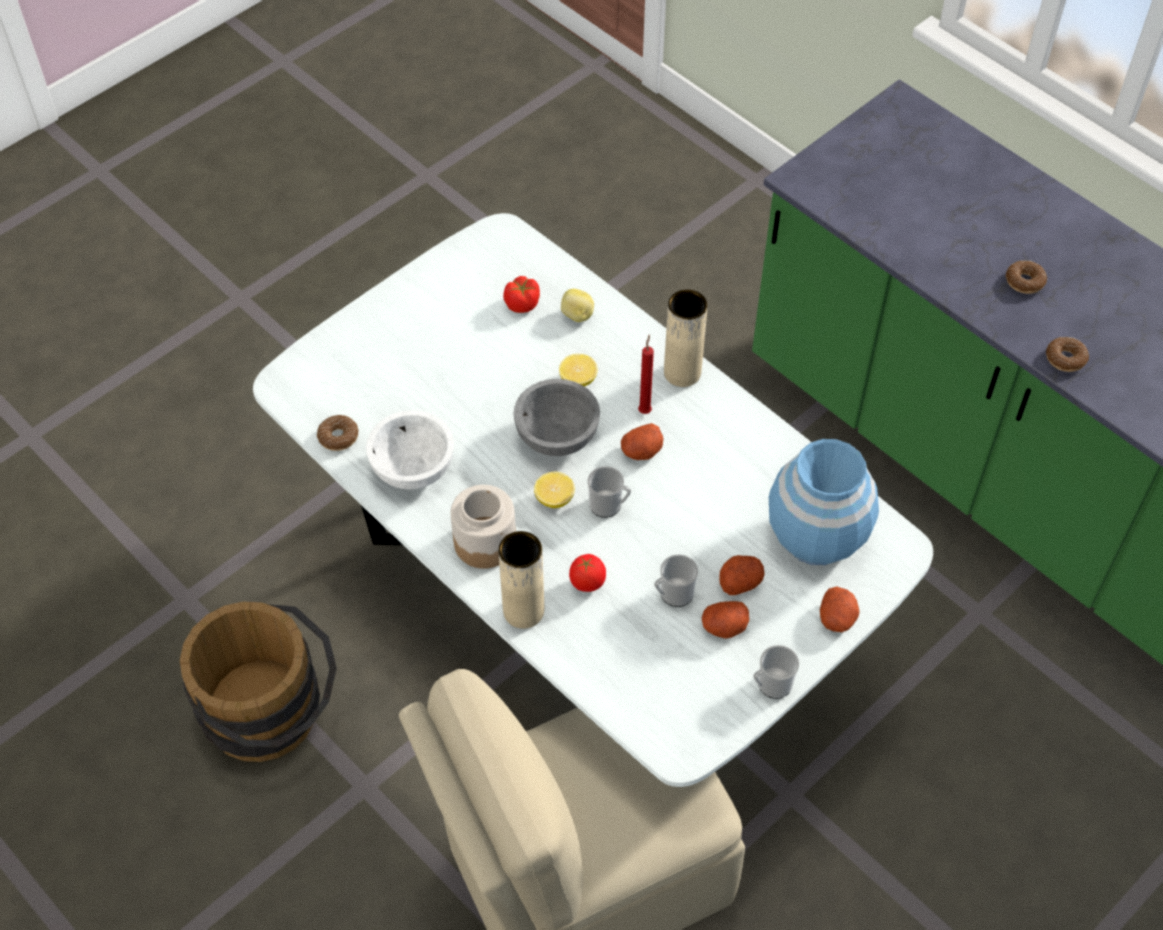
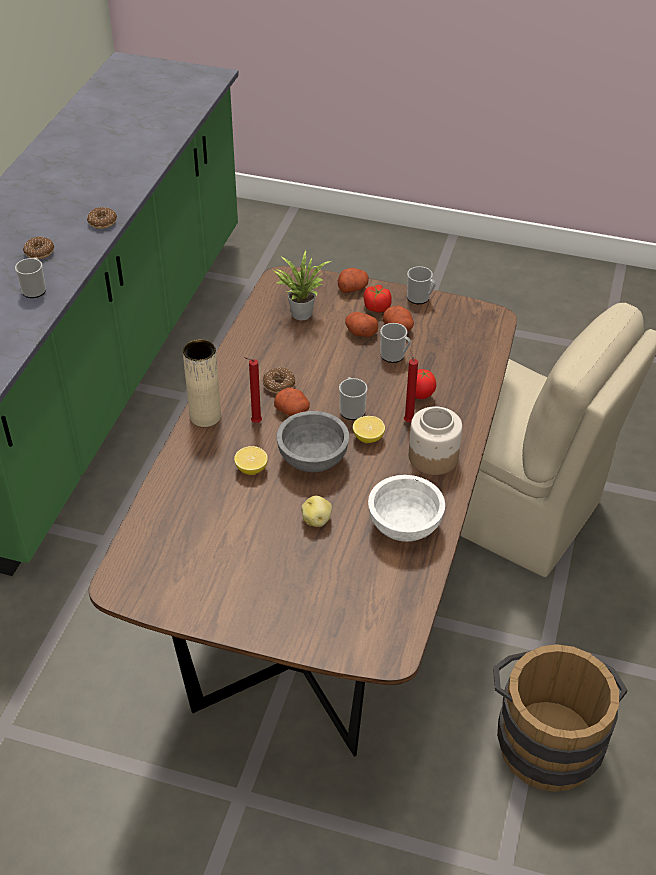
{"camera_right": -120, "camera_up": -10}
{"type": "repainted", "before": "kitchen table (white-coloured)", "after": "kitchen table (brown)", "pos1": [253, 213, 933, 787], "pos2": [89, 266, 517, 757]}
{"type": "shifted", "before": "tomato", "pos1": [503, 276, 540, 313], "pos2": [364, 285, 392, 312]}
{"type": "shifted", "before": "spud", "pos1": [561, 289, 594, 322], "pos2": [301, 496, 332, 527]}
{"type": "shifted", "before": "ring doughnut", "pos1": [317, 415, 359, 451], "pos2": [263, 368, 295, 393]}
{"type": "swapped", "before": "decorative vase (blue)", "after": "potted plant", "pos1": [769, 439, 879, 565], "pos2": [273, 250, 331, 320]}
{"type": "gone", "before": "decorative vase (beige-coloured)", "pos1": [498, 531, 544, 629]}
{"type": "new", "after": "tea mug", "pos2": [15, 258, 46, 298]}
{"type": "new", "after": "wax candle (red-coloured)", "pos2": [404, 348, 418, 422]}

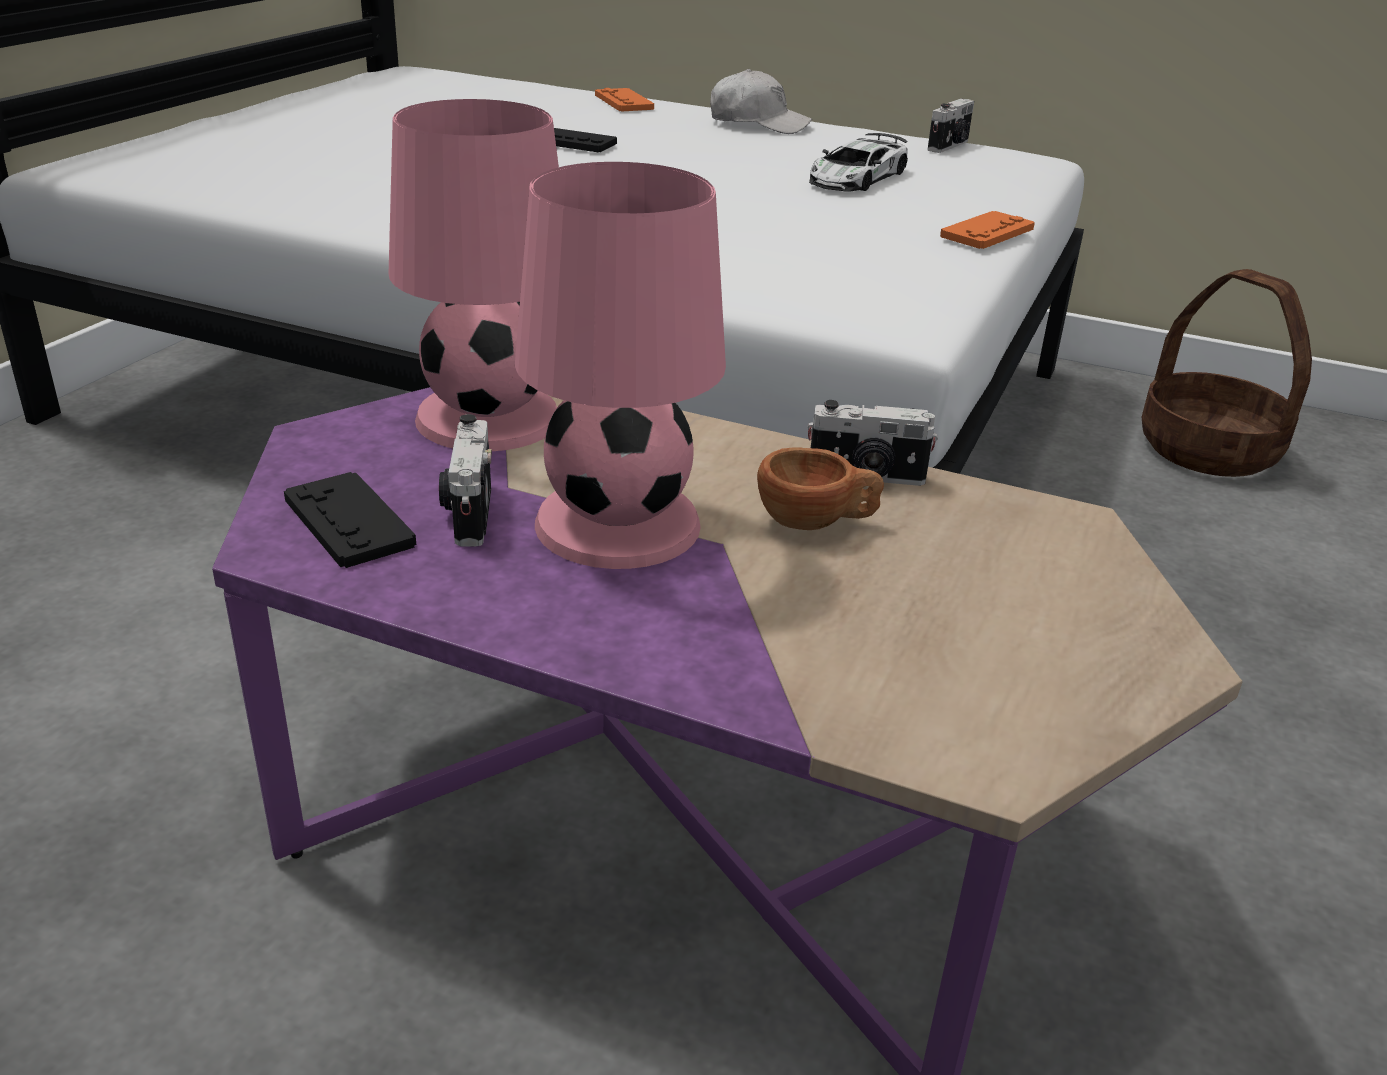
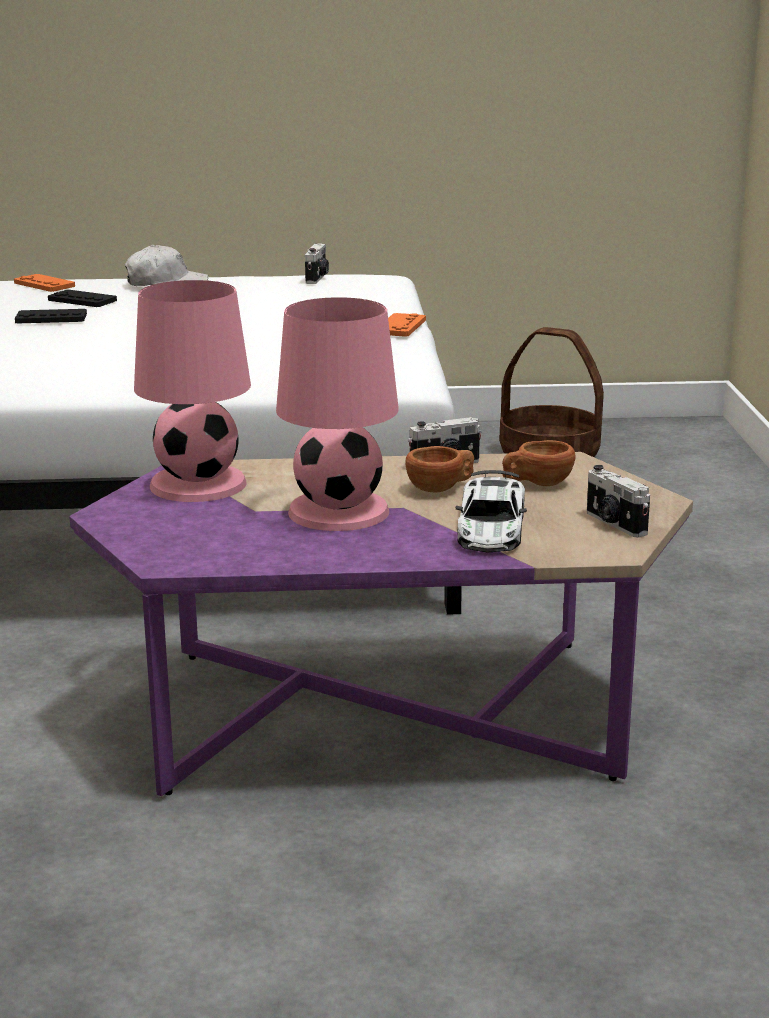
{"camera_right": -25, "camera_up": -10}
{"type": "shifted", "before": "miniature car", "pos1": [809, 133, 908, 192], "pos2": [455, 470, 527, 552]}
{"type": "shifted", "before": "still camera", "pos1": [439, 414, 492, 546], "pos2": [587, 465, 650, 537]}
{"type": "shifted", "before": "joypad (blackish)", "pos1": [284, 472, 416, 568], "pos2": [48, 290, 117, 307]}
{"type": "new", "after": "small cup (brown)", "pos2": [502, 440, 576, 486]}

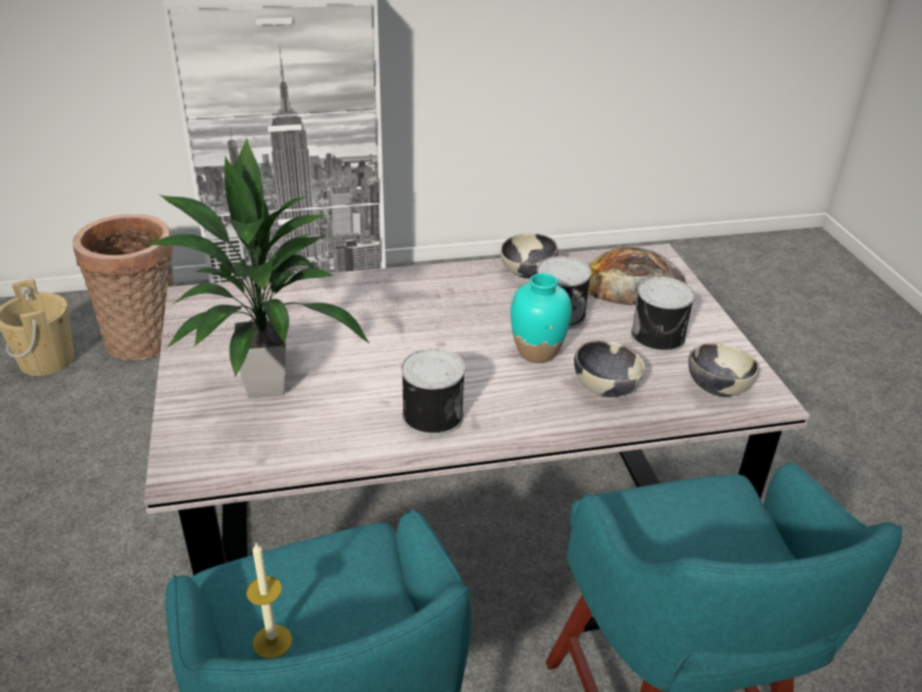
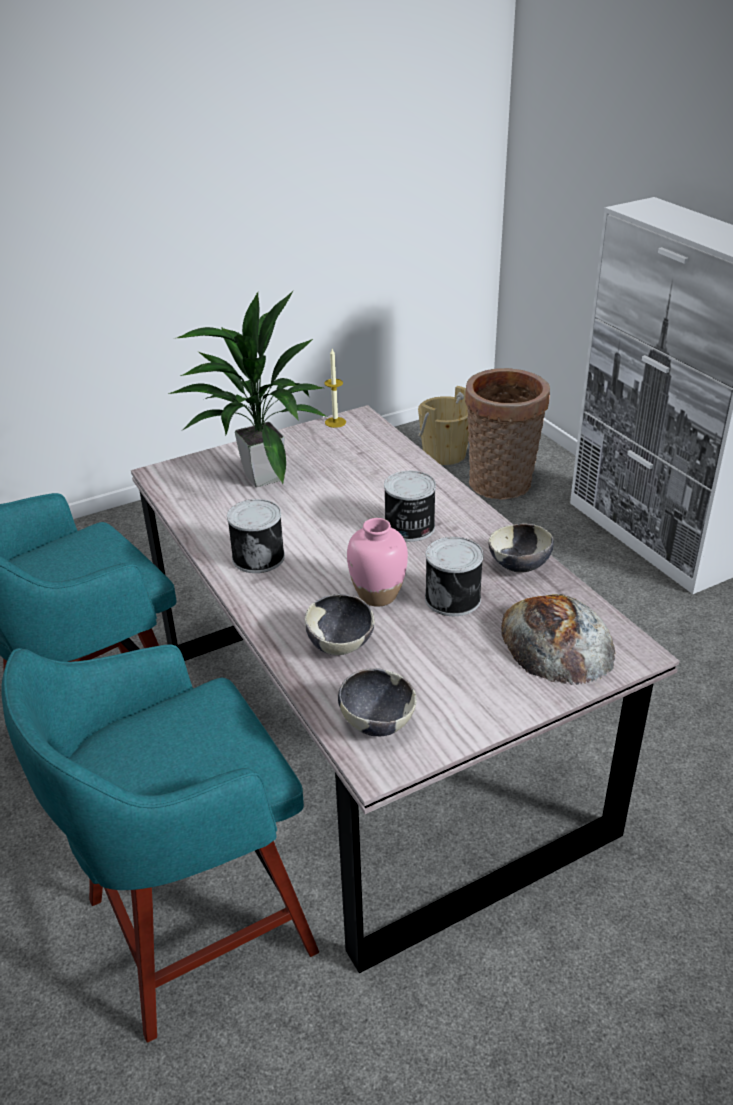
{"camera_right": 75, "camera_up": 0}
{"type": "repainted", "before": "decorative vase (turquoise-coloured)", "after": "decorative vase (pink)", "pos1": [510, 273, 572, 363], "pos2": [347, 518, 408, 607]}
{"type": "shifted", "before": "sealed can", "pos1": [631, 277, 695, 353], "pos2": [384, 471, 436, 542]}
{"type": "shifted", "before": "wax candle", "pos1": [246, 543, 292, 659], "pos2": [325, 349, 346, 428]}

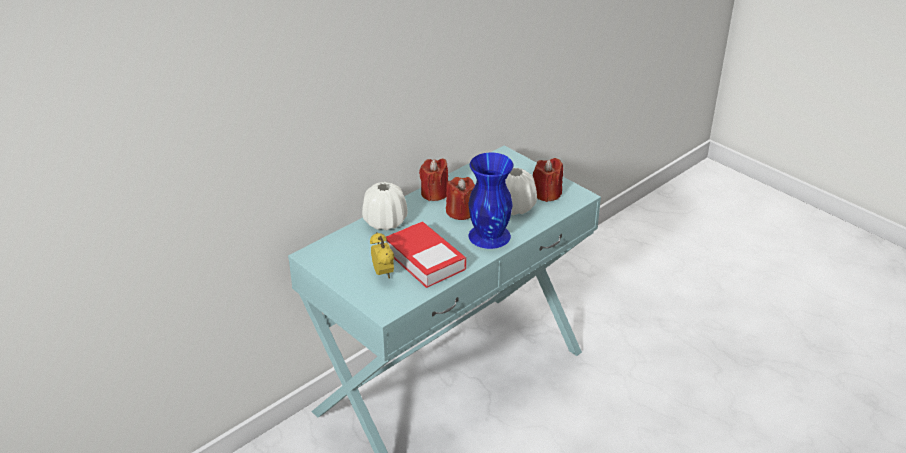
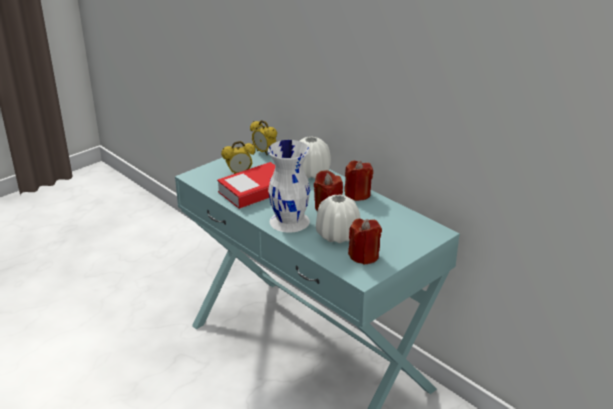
{"camera_right": 90, "camera_up": -5}
{"type": "repainted", "before": "decorative vase (blue)", "after": "decorative vase (white-coloured)", "pos1": [468, 153, 513, 249], "pos2": [268, 140, 310, 232]}
{"type": "new", "after": "alarm clock", "pos2": [250, 120, 277, 156]}

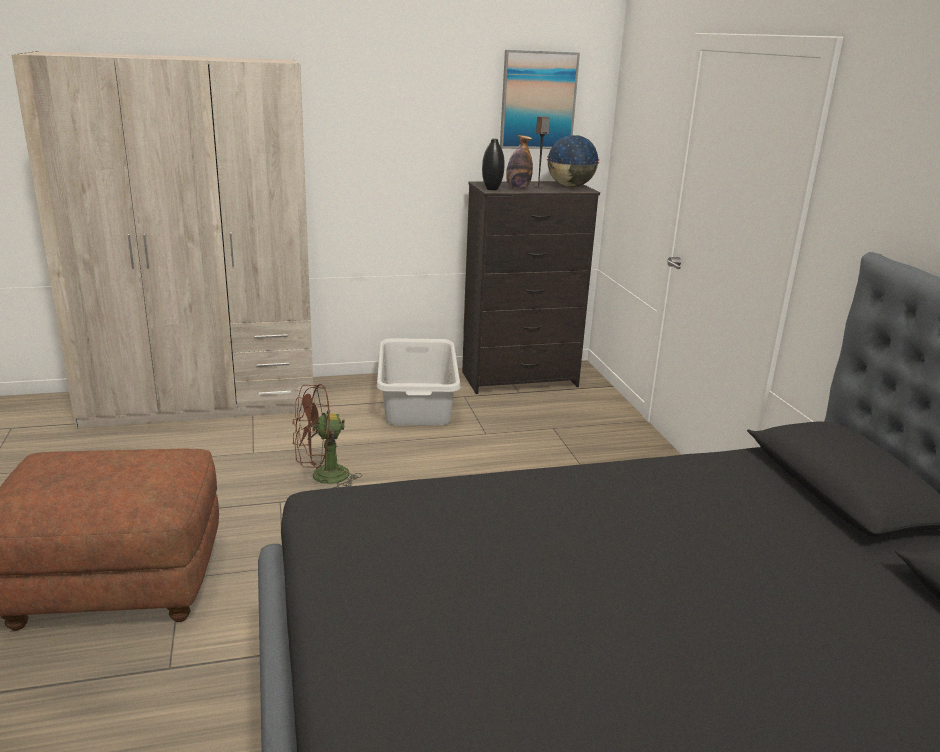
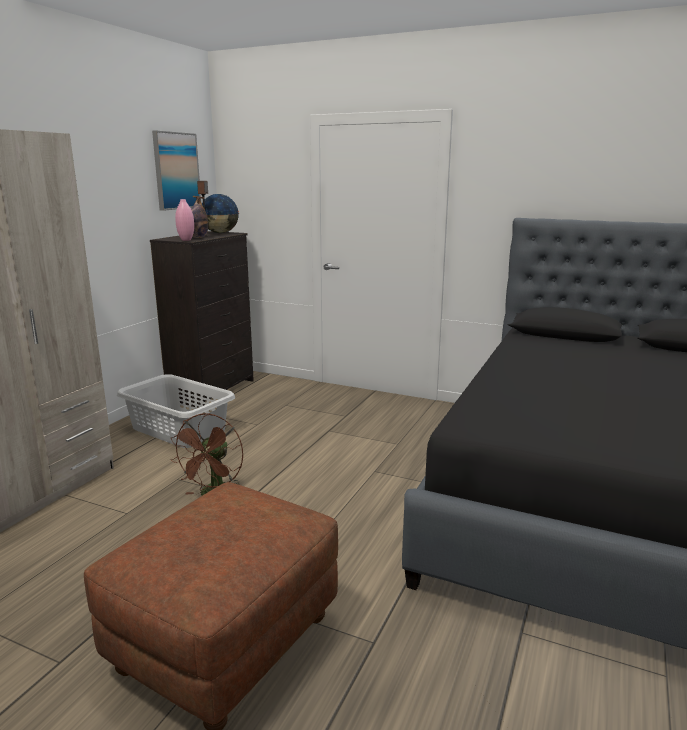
{"camera_right": -50, "camera_up": -5}
{"type": "repainted", "before": "decorative vase (blackish)", "after": "decorative vase (pink)", "pos1": [482, 139, 505, 190], "pos2": [175, 199, 194, 241]}

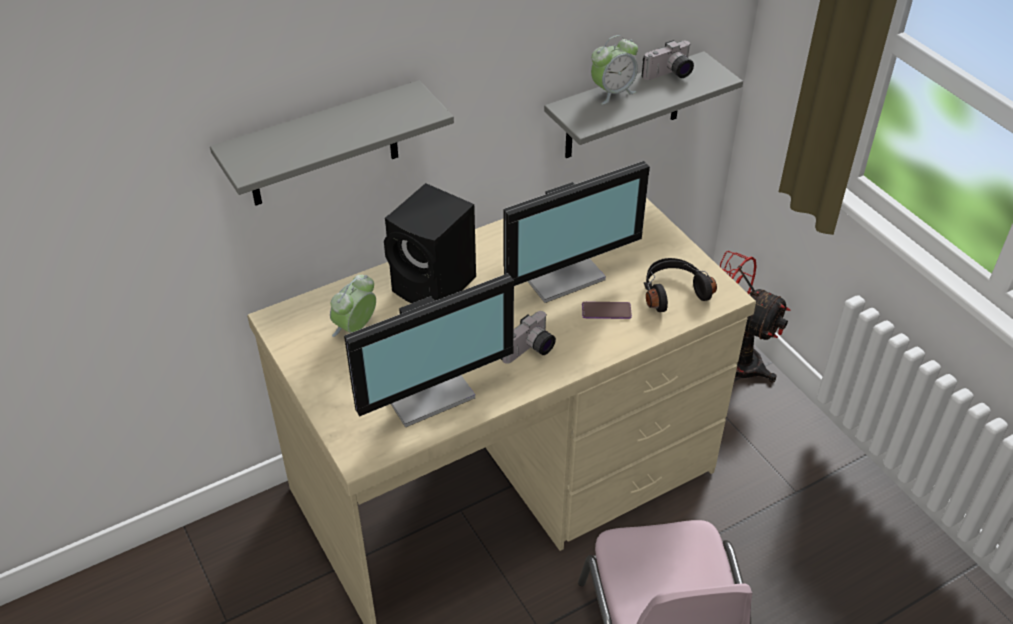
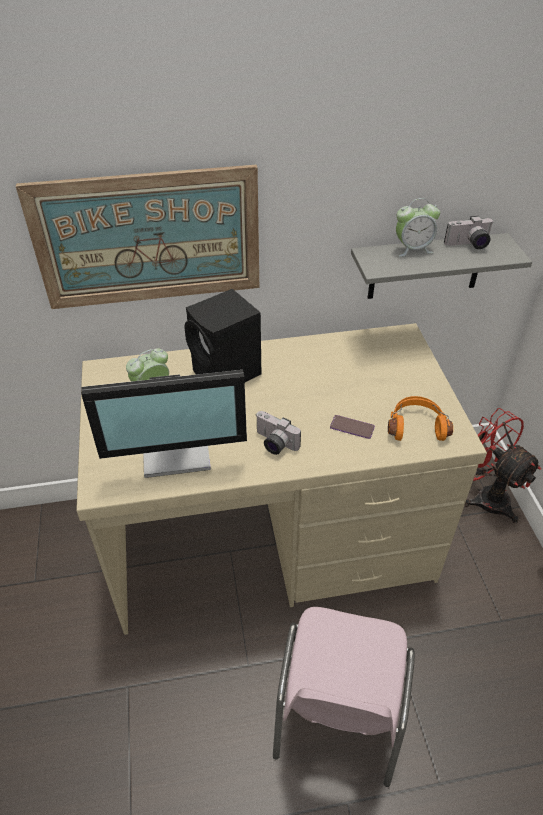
{"camera_right": 20, "camera_up": 0}
{"type": "swapped", "before": "bracket shelf (gray)", "after": "wall art", "pos1": [210, 80, 454, 206], "pos2": [16, 165, 259, 309]}
{"type": "gone", "before": "computer screen", "pos1": [503, 161, 650, 303]}
{"type": "repainted", "before": "headset (blackish)", "after": "headset (orangey)", "pos1": [644, 258, 717, 312], "pos2": [388, 396, 453, 441]}
{"type": "rotated", "before": "still camera", "pos1": [501, 311, 556, 364], "pos2": [256, 411, 301, 455], "turn": 60}

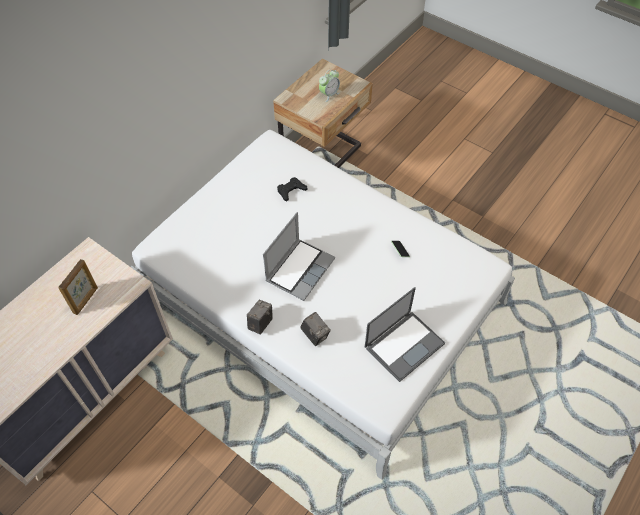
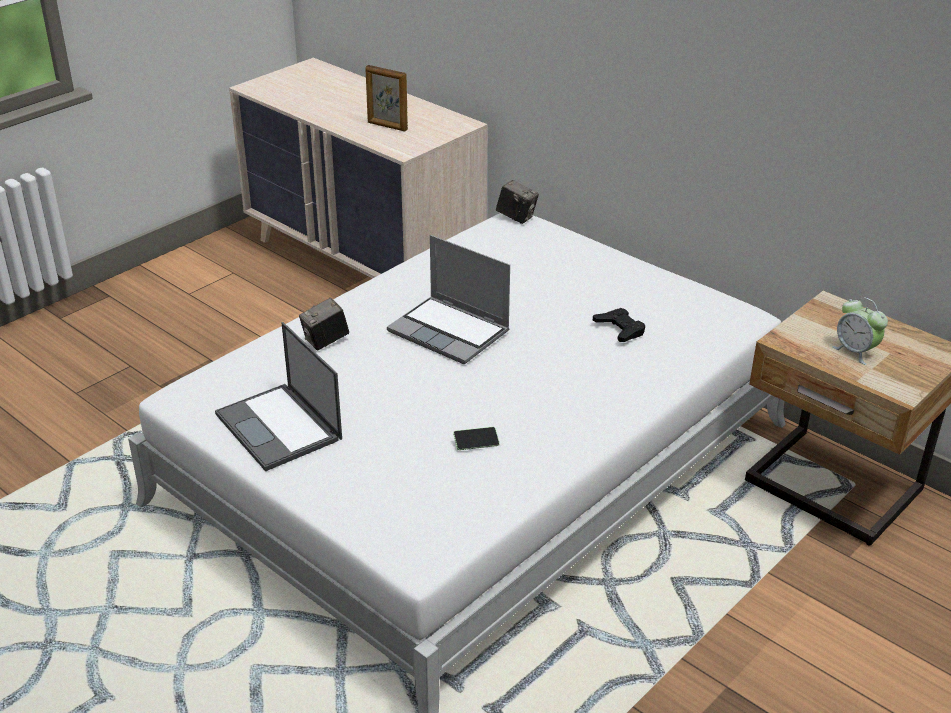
{"camera_right": 95, "camera_up": -20}
{"type": "shifted", "before": "still camera", "pos1": [247, 300, 273, 334], "pos2": [496, 180, 539, 224]}

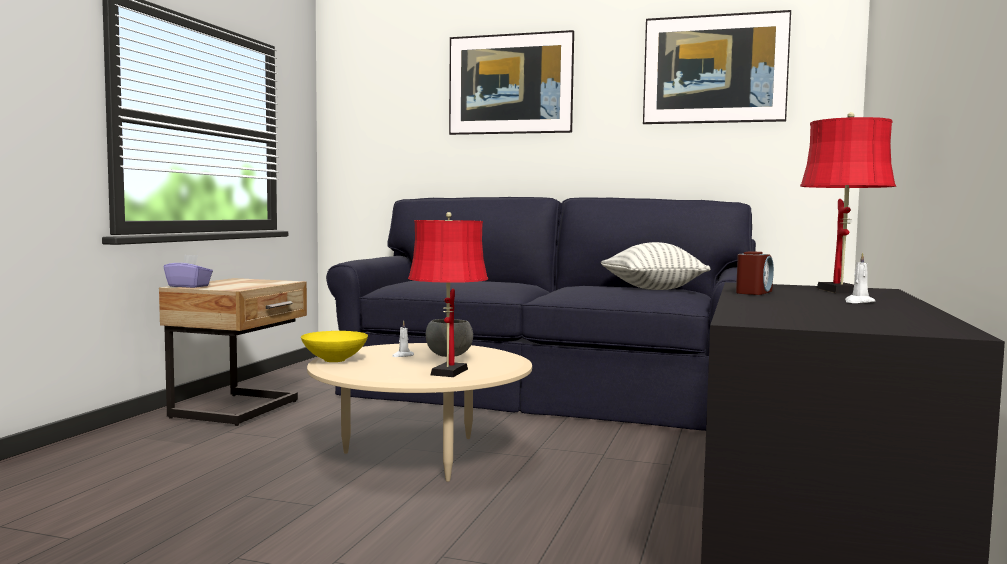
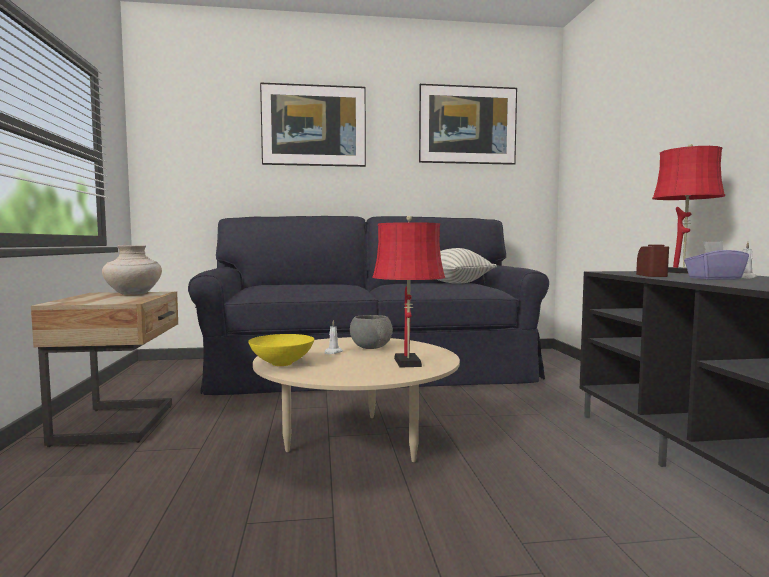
{"camera_right": -25, "camera_up": 0}
{"type": "shifted", "before": "tissue box (purplish)", "pos1": [164, 255, 213, 288], "pos2": [684, 241, 749, 280]}
{"type": "new", "after": "decorative vase (beige-coloured)", "pos2": [102, 245, 162, 295]}

